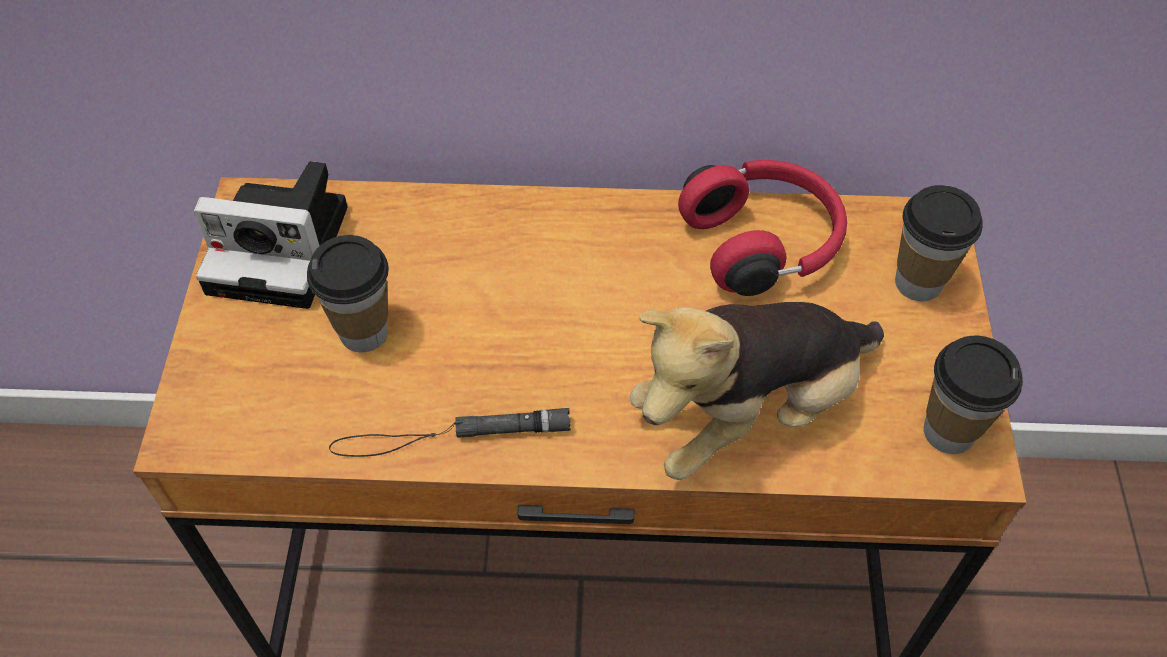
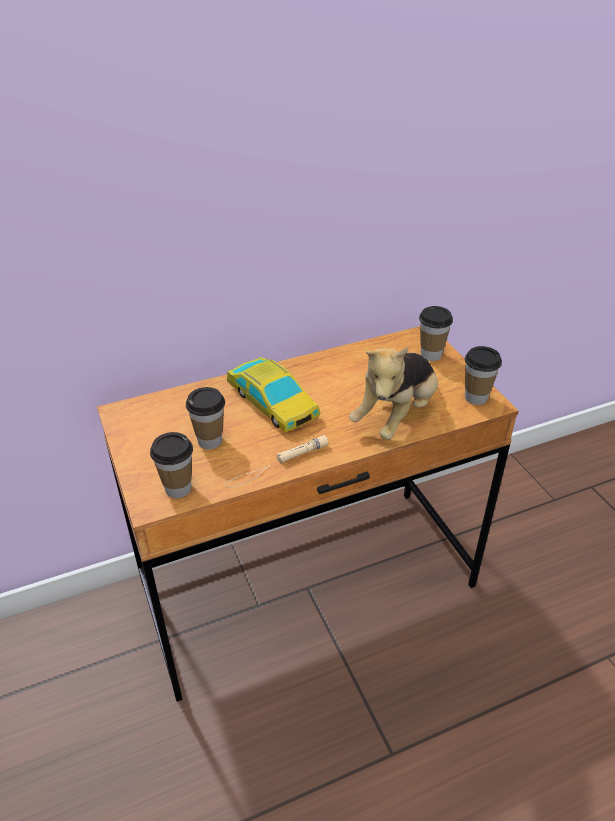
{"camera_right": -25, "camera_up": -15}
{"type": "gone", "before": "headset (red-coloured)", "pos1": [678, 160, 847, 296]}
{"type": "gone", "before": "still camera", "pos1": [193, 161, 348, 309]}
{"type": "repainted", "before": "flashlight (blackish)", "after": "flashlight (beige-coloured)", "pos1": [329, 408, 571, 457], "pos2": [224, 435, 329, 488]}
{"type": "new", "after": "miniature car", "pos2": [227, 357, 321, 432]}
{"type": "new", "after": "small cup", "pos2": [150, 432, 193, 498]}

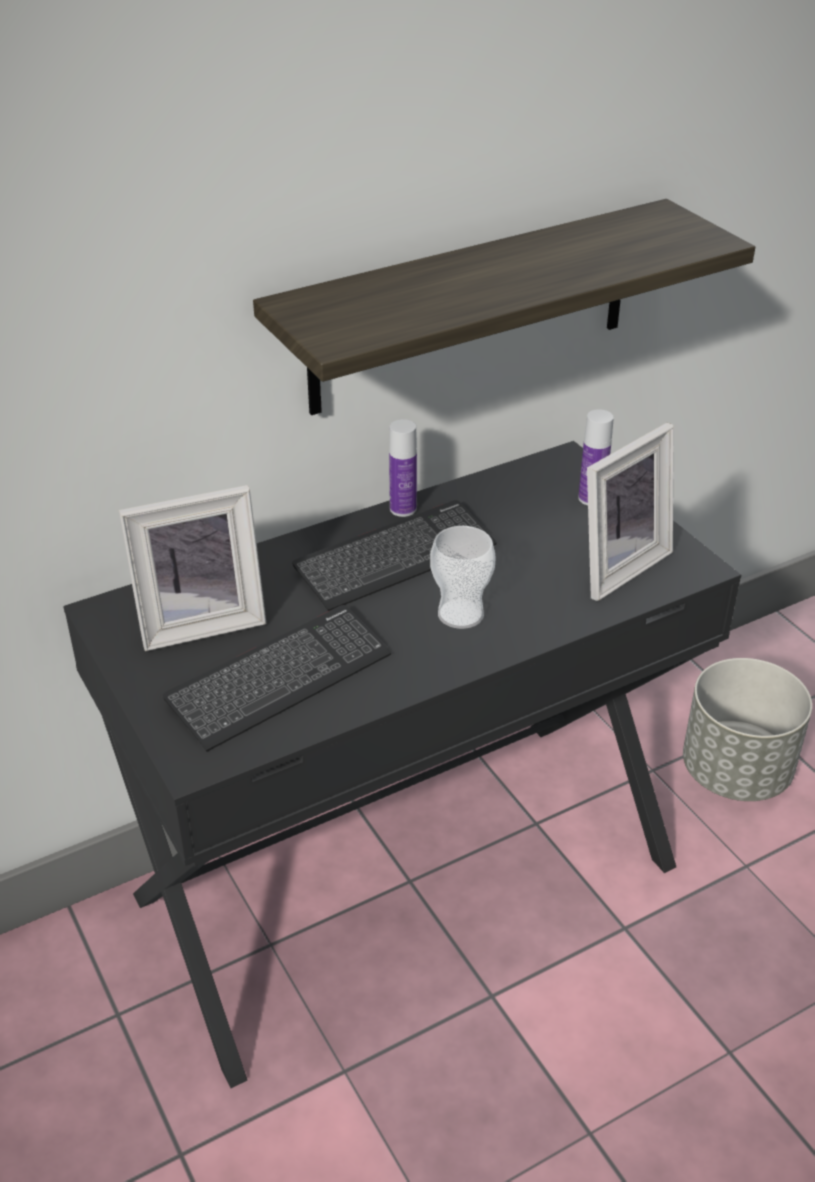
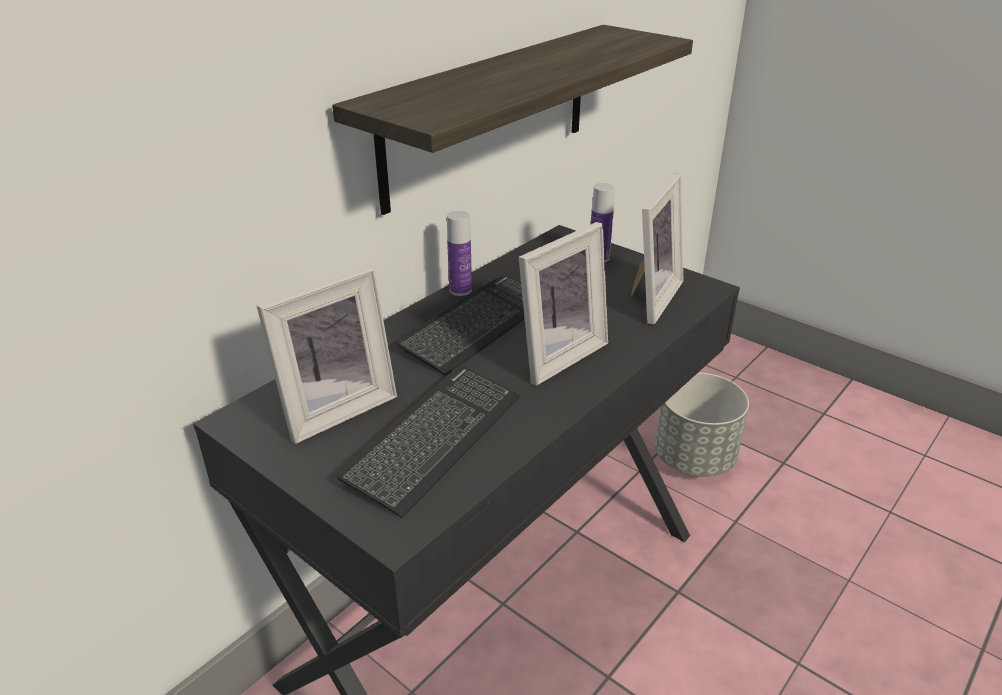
{"camera_right": -20, "camera_up": -5}
{"type": "swapped", "before": "small cup", "after": "standing frame", "pos1": [430, 526, 496, 629], "pos2": [519, 222, 608, 385]}

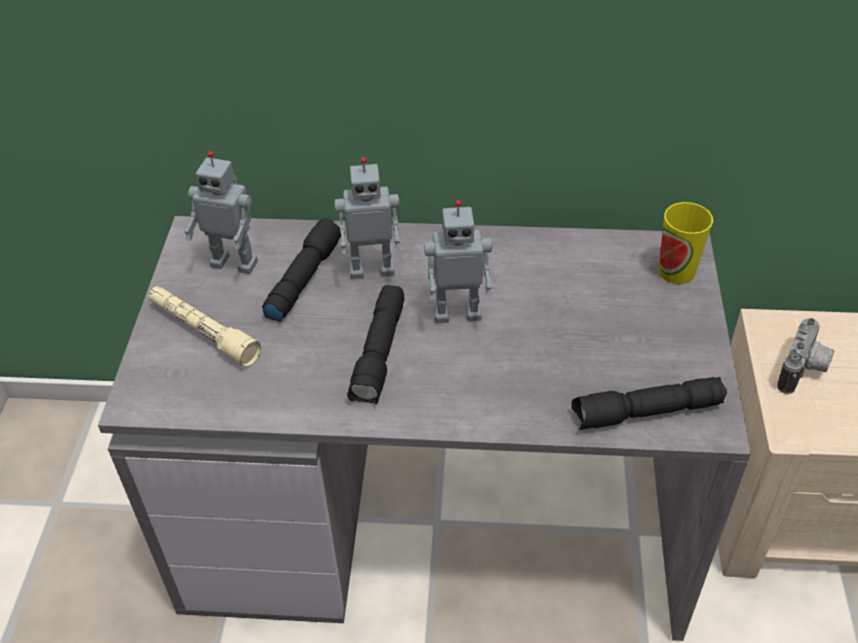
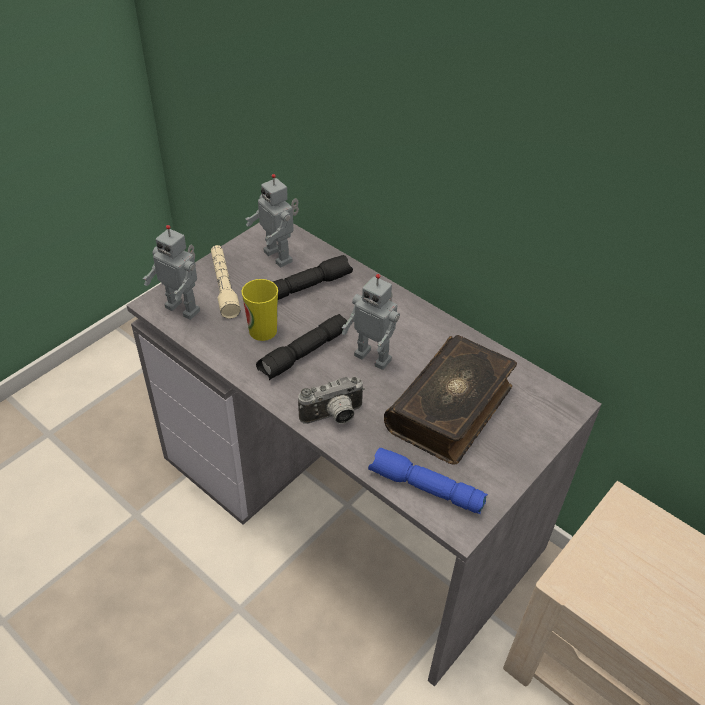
{"camera_right": 35, "camera_up": 0}
{"type": "shifted", "before": "toy robot", "pos1": [334, 157, 400, 279], "pos2": [143, 225, 200, 320]}
{"type": "shifted", "before": "small cup", "pos1": [658, 202, 713, 284], "pos2": [242, 279, 278, 341]}
{"type": "shifted", "before": "still camera", "pos1": [777, 318, 835, 394], "pos2": [298, 377, 365, 424]}
{"type": "repainted", "before": "flashlight (blackish)", "after": "flashlight (blue)", "pos1": [572, 377, 727, 430], "pos2": [368, 448, 488, 514]}
{"type": "new", "after": "bound book", "pos2": [384, 335, 517, 465]}

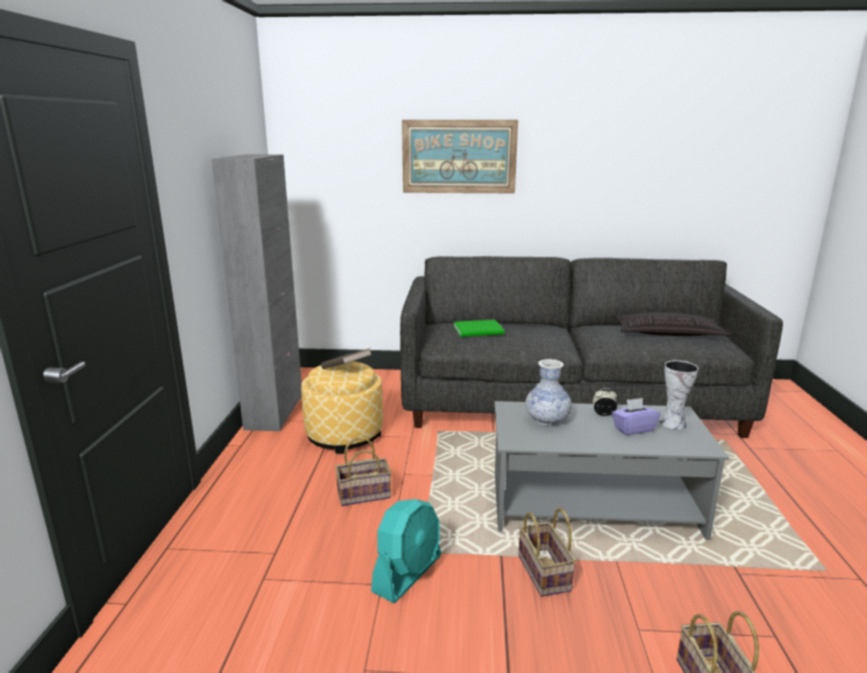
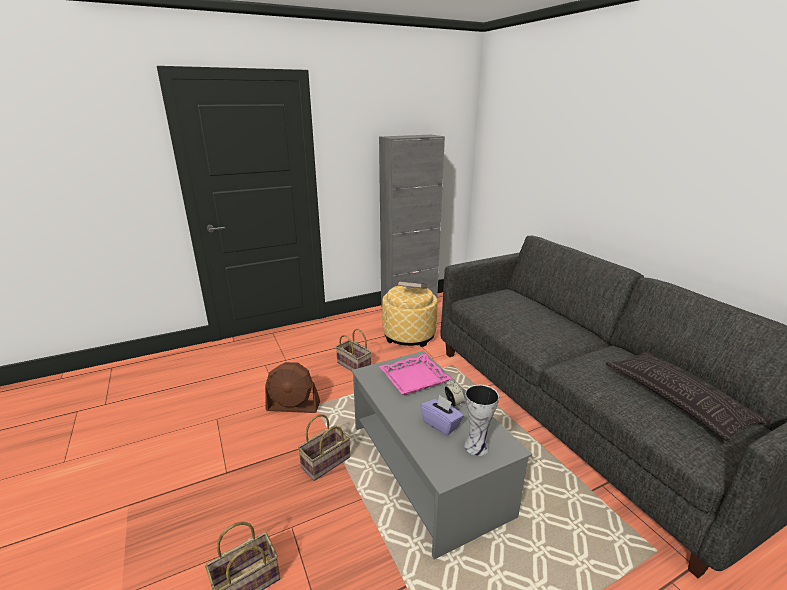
{"camera_right": 60, "camera_up": 5}
{"type": "gone", "before": "wall art", "pos1": [402, 120, 518, 193]}
{"type": "gone", "before": "bound book (green-coloured)", "pos1": [454, 319, 505, 337]}
{"type": "swapped", "before": "decorative vase", "after": "tray (pink)", "pos1": [525, 359, 572, 426], "pos2": [379, 354, 452, 395]}
{"type": "repainted", "before": "cooling fan (turquoise-coloured)", "after": "cooling fan (brown)", "pos1": [371, 499, 441, 603], "pos2": [265, 362, 320, 413]}

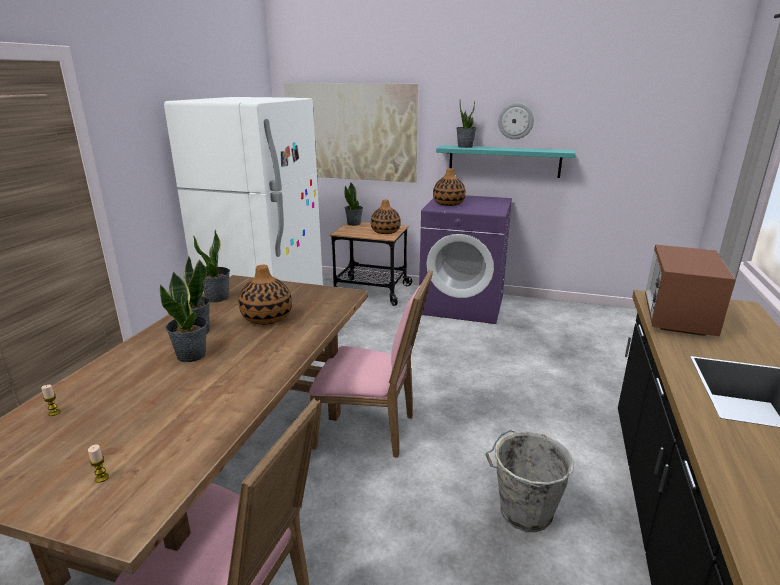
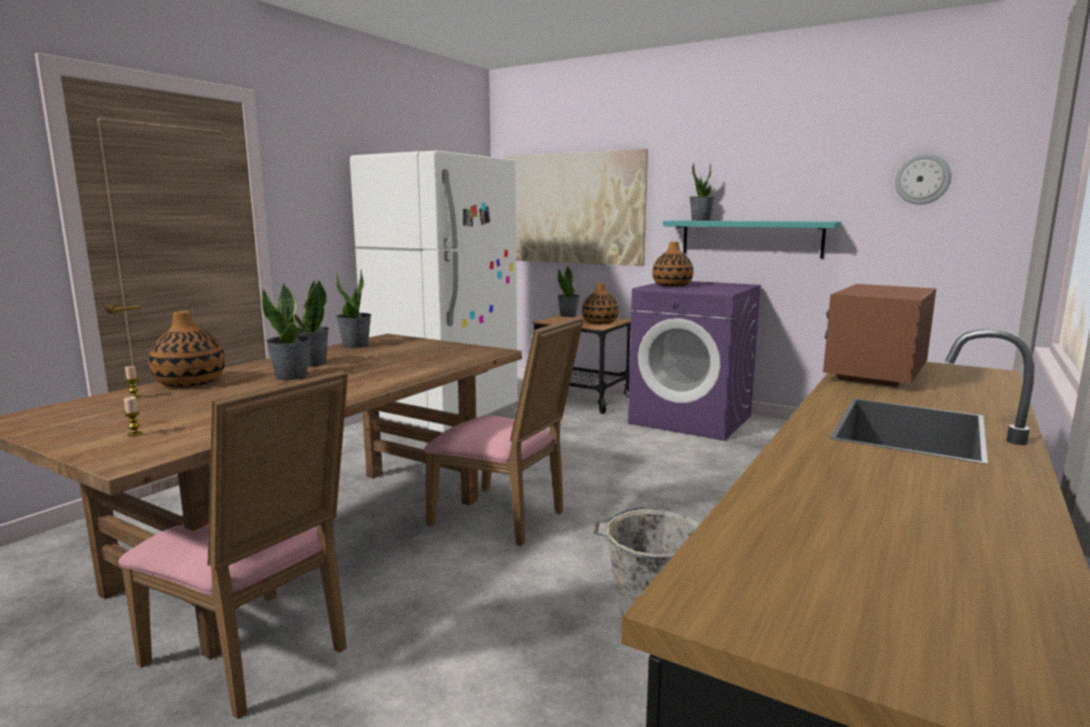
{"camera_right": 15, "camera_up": -10}
{"type": "shifted", "before": "hanging clock", "pos1": [498, 103, 534, 139], "pos2": [895, 154, 951, 205]}
{"type": "shifted", "before": "decorative vase", "pos1": [239, 265, 292, 325], "pos2": [149, 311, 225, 387]}

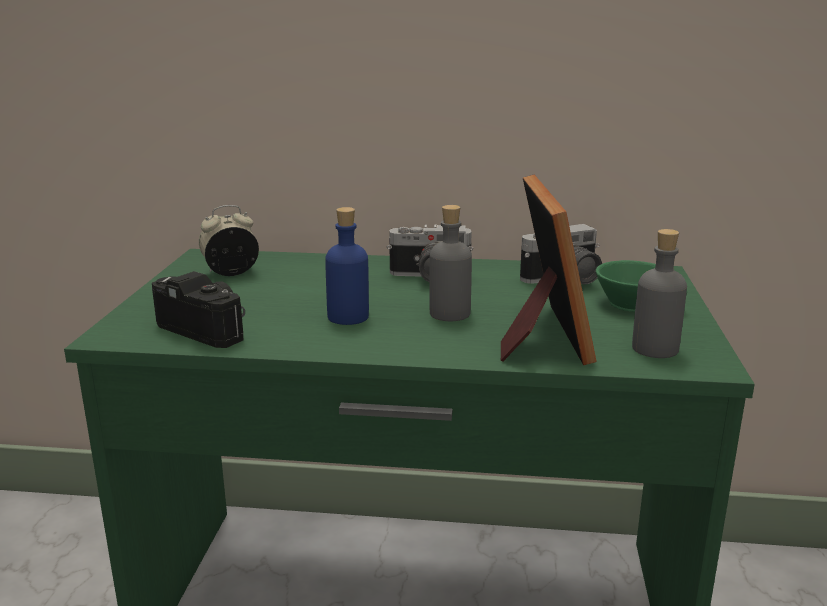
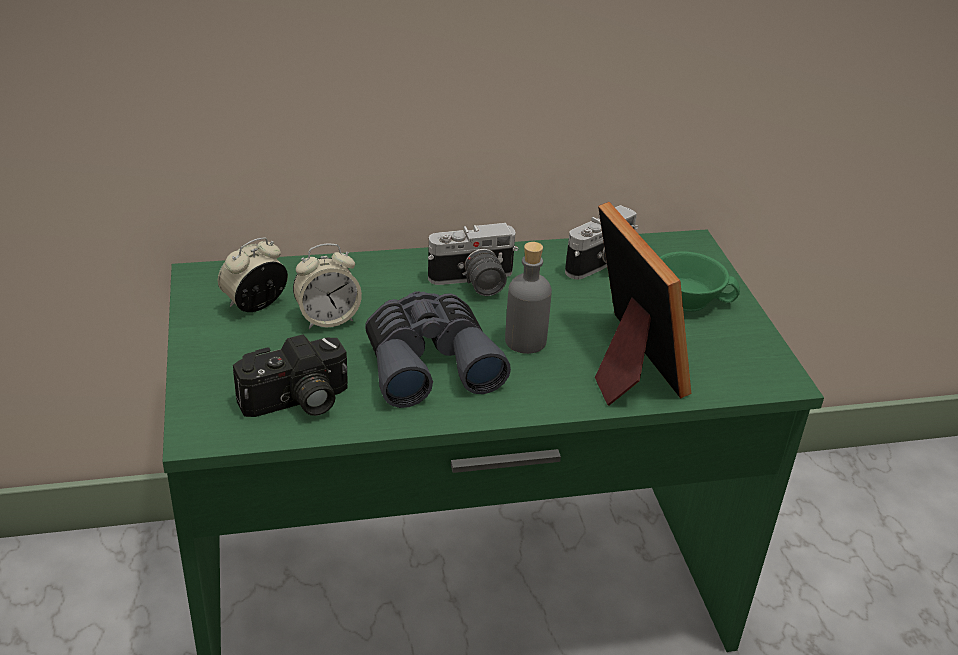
{"camera_right": -20, "camera_up": 15}
{"type": "swapped", "before": "drink bottle (blue)", "after": "field glasses (gray)", "pos1": [325, 207, 369, 325], "pos2": [365, 291, 511, 408]}
{"type": "gone", "before": "drink bottle (gray)", "pos1": [632, 229, 687, 358]}
{"type": "rotated", "before": "still camera", "pos1": [152, 271, 245, 348], "pos2": [233, 334, 348, 417], "turn": 135}
{"type": "new", "after": "alarm clock", "pos2": [293, 243, 362, 329]}

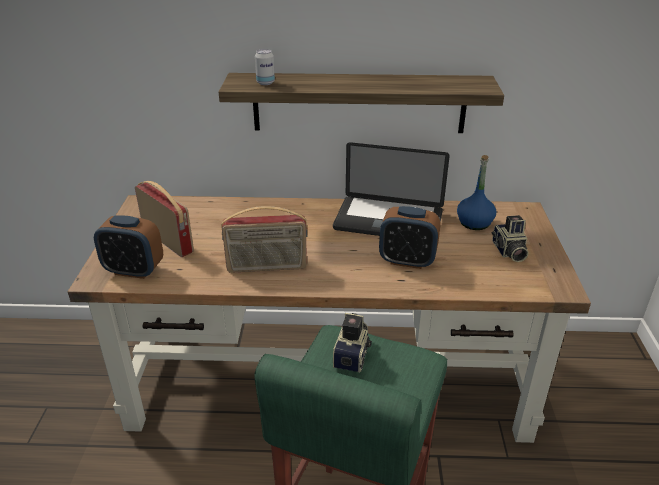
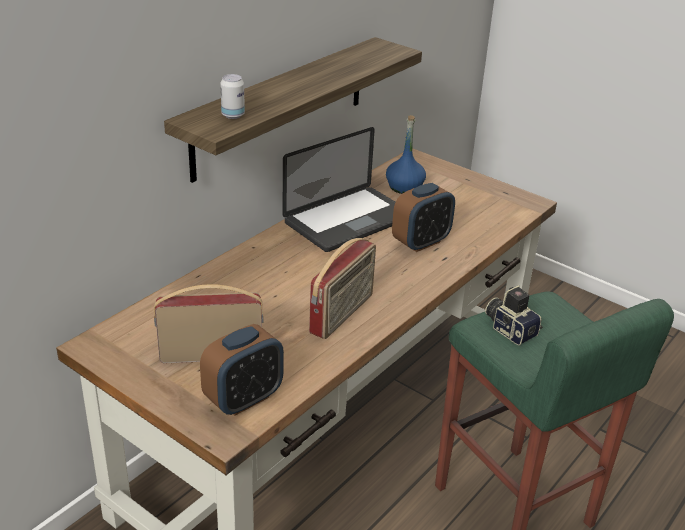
{"camera_right": -55, "camera_up": 0}
{"type": "gone", "before": "still camera", "pos1": [491, 215, 528, 262]}

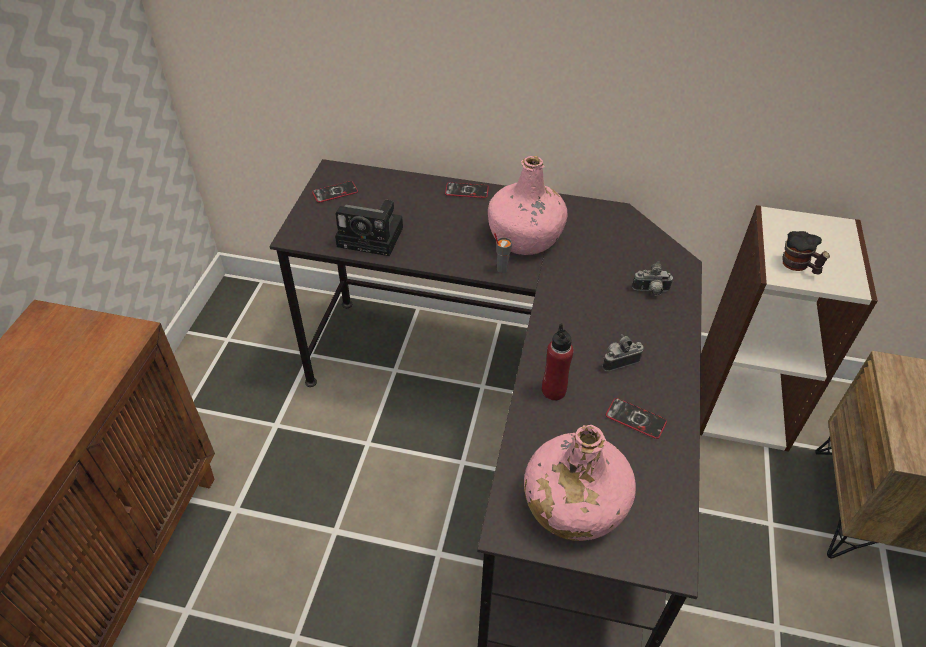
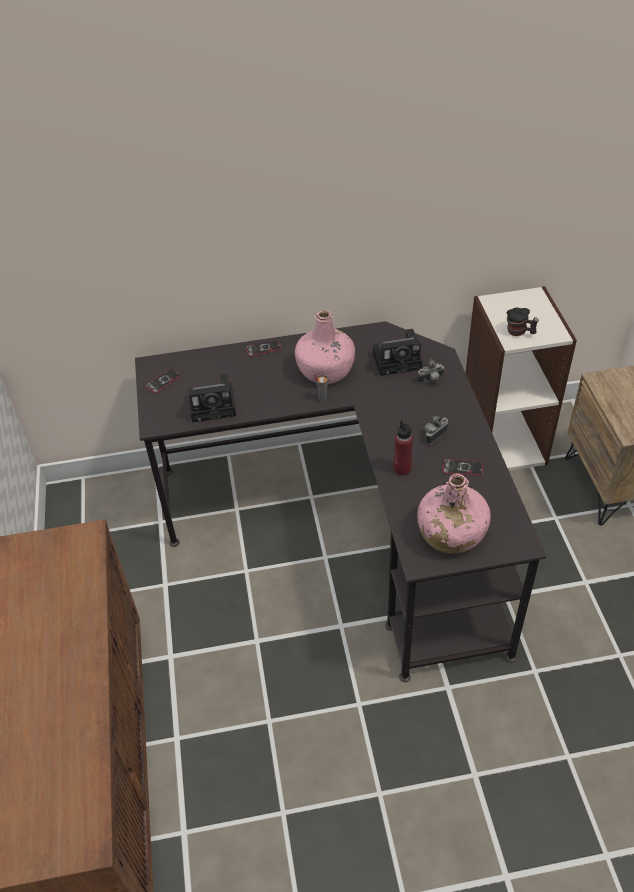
{"camera_right": -20, "camera_up": 0}
{"type": "new", "after": "still camera", "pos2": [373, 329, 422, 376]}

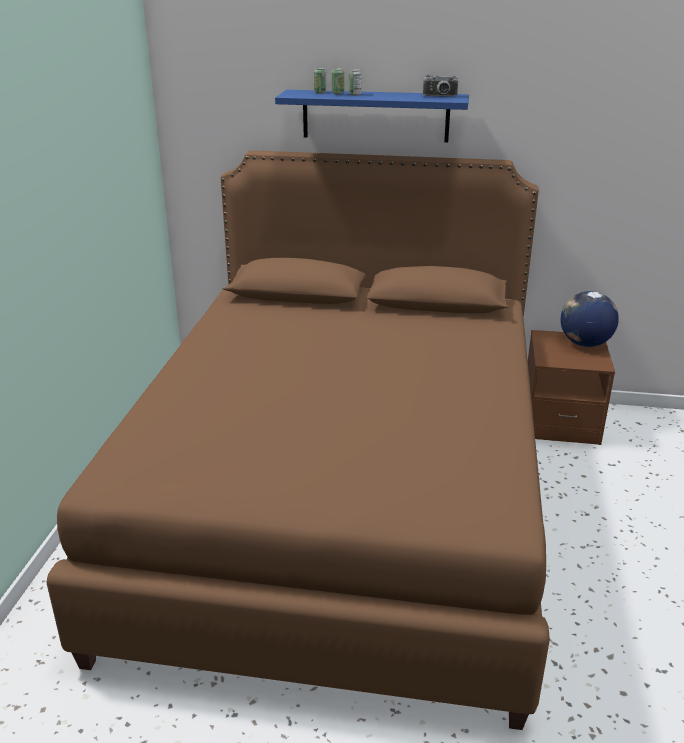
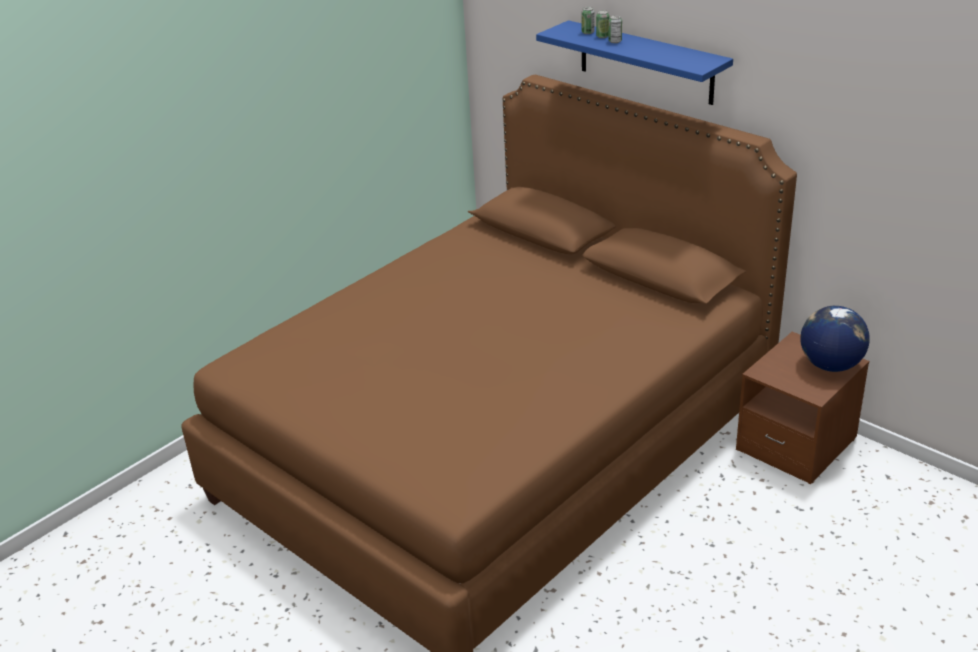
{"camera_right": 35, "camera_up": 5}
{"type": "gone", "before": "still camera", "pos1": [423, 75, 459, 96]}

